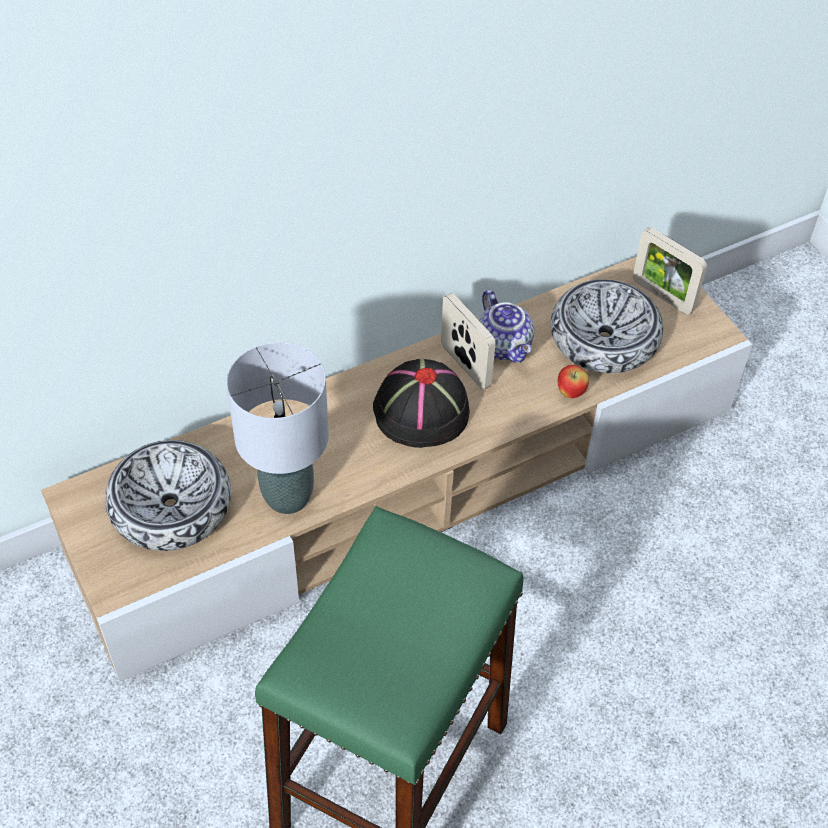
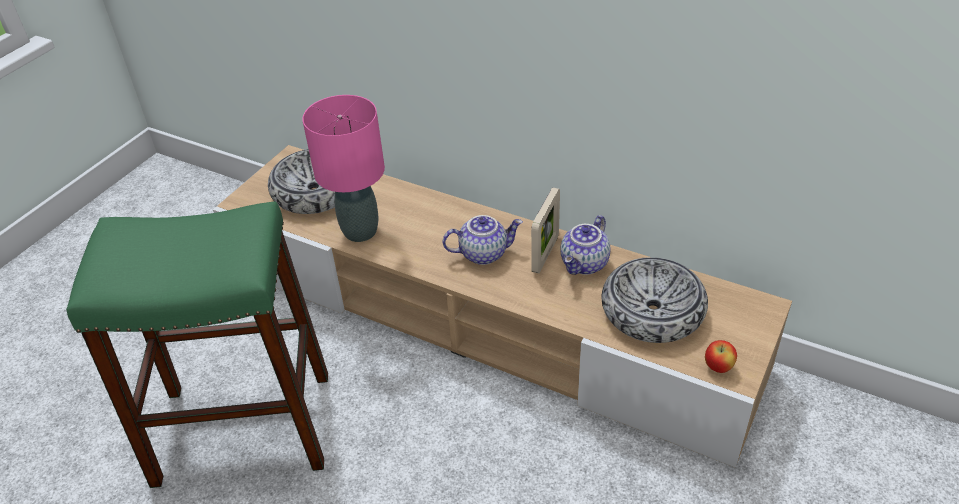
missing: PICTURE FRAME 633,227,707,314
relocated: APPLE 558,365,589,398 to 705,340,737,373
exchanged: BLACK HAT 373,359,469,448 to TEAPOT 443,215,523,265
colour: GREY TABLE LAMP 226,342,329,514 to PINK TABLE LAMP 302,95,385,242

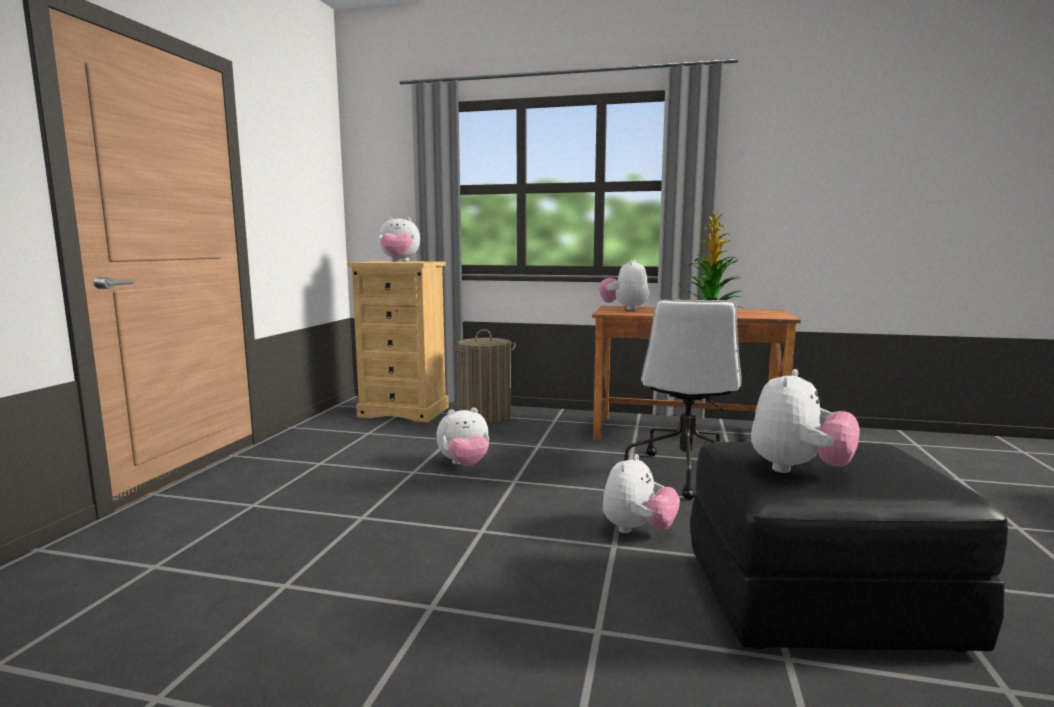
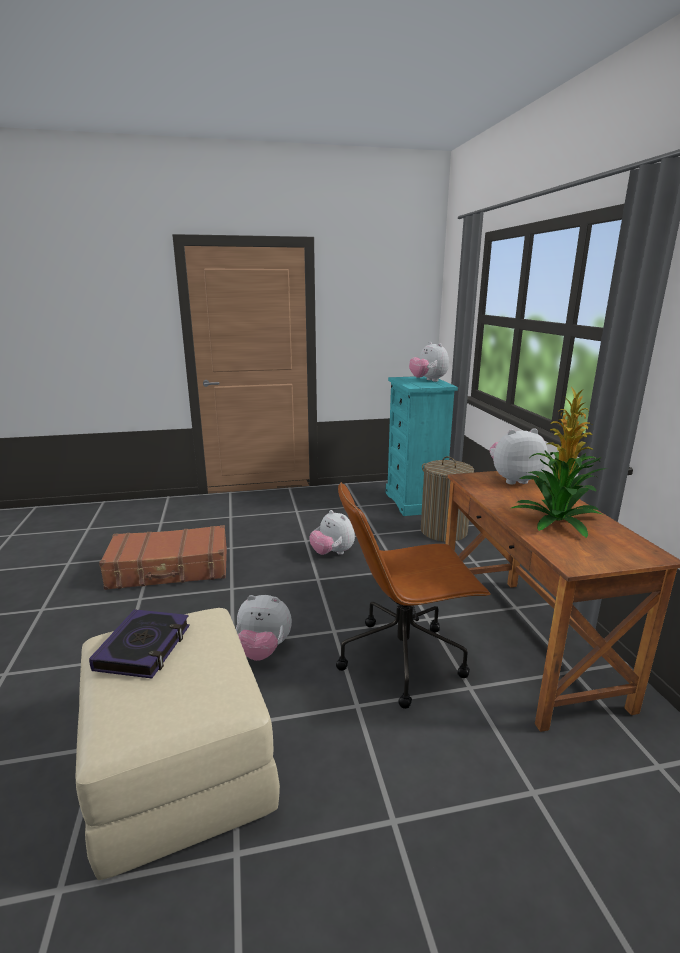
appeared: BROWN SUITCASE 99,525,227,590
exchanged: PLUSH TOY 751,369,860,473 to BOOK 89,609,190,678
colour: BEIGE DRESSER 347,261,449,422 to TURQUOISE DRESSER 385,376,458,516; WHITE OFFICE CHAIR 625,299,742,500 to BROWN OFFICE CHAIR 336,482,491,709; BLACK OTTOMAN 690,442,1008,652 to BEIGE OTTOMAN 76,608,280,880

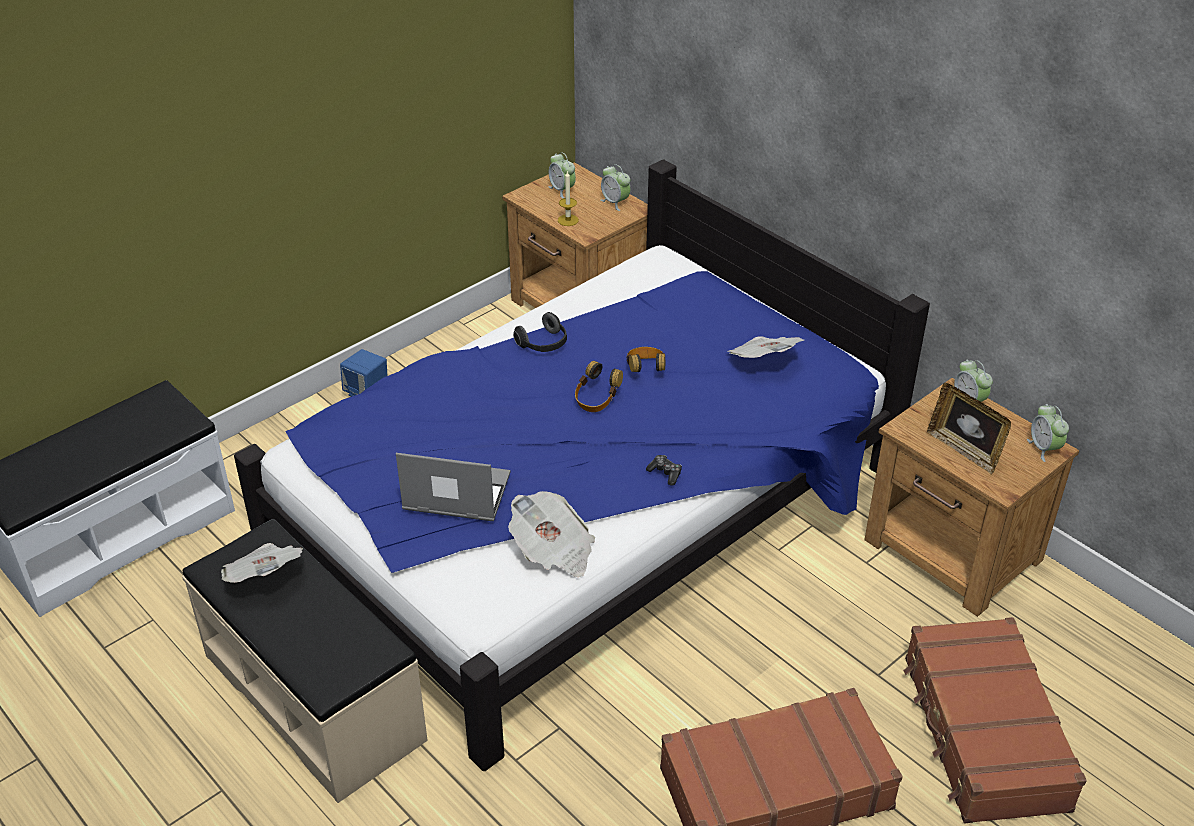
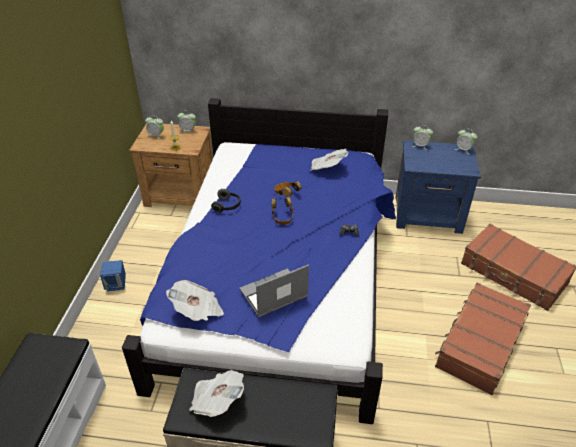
missing: PICTURE FRAME 927,383,1011,475
relocated: NEWSPAPER 508,491,595,577 to 166,280,224,321
colour: BROWN NIGHTSTAND 864,378,1079,617 to BLUE NIGHTSTAND 396,140,481,234

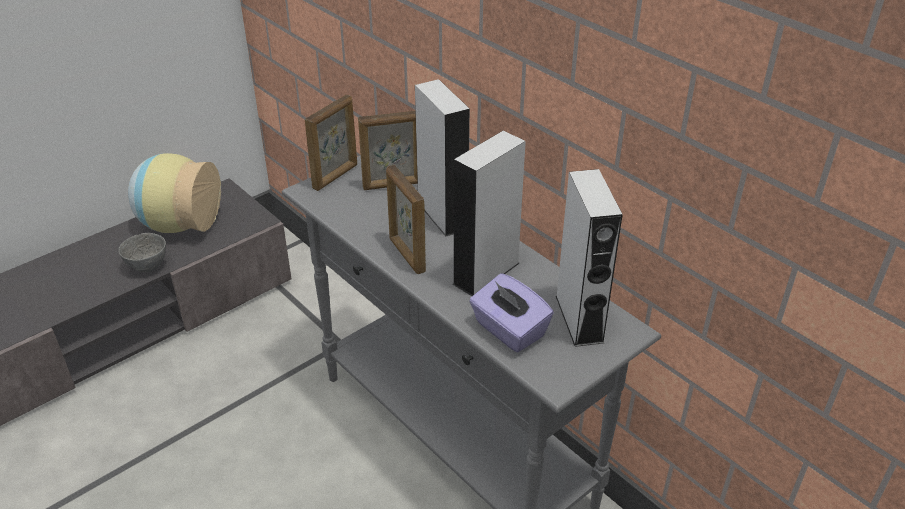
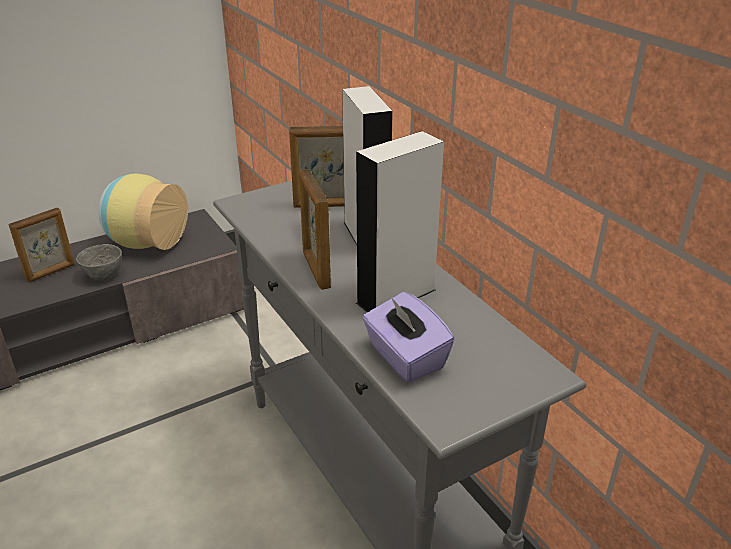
missing: GREY SPEAKER 556,169,623,347
relocated: PICTURE FRAME 305,95,357,191 to 9,208,75,283

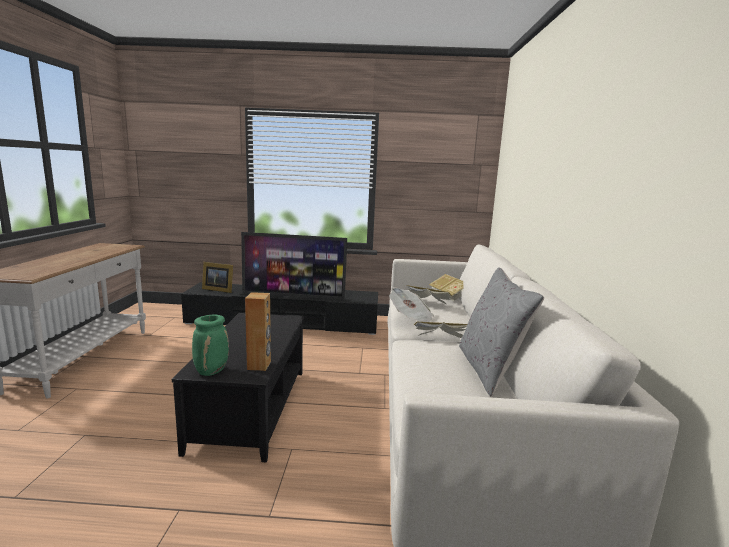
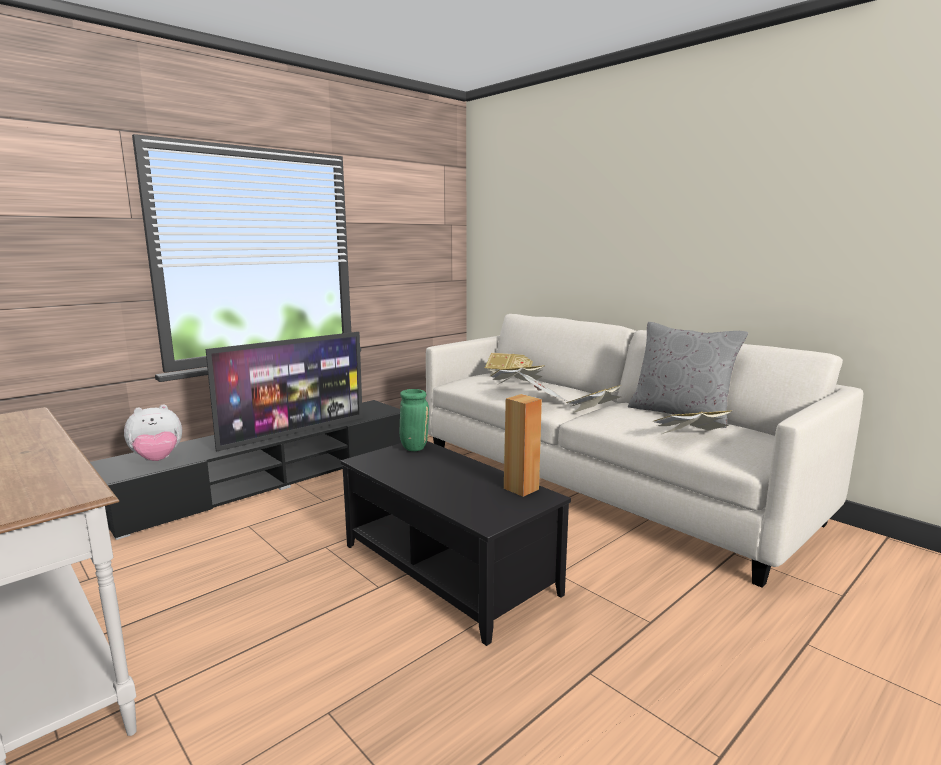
appeared: BOOK 652,411,731,434
relocated: GREEN VASE 192,314,229,376 to 400,389,429,451
exchanged: PICTURE FRAME 202,262,233,293 to PLUSH TOY 124,404,182,461

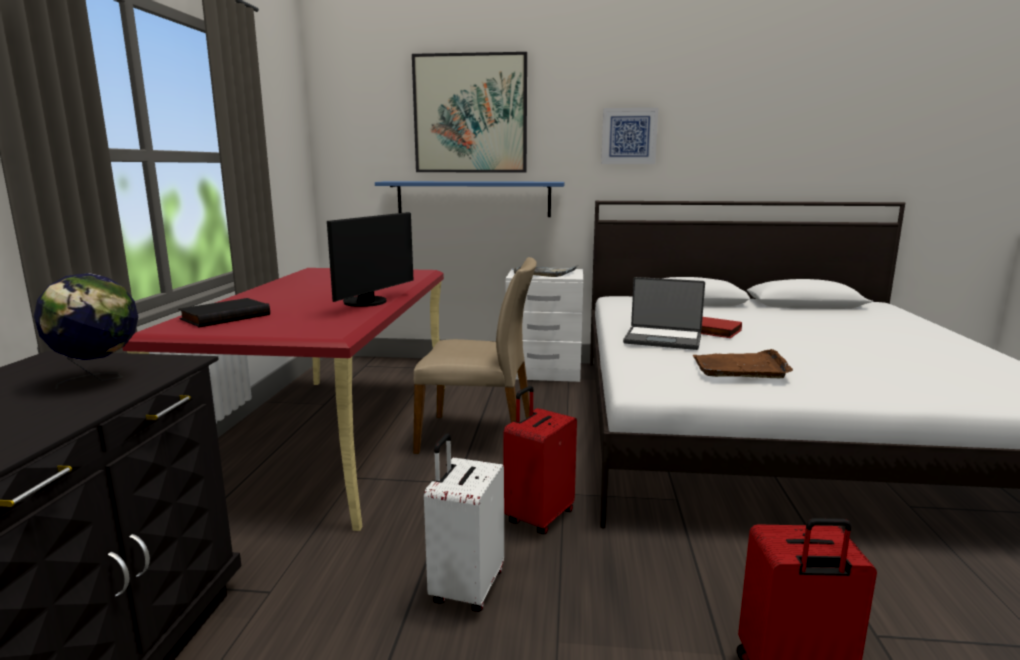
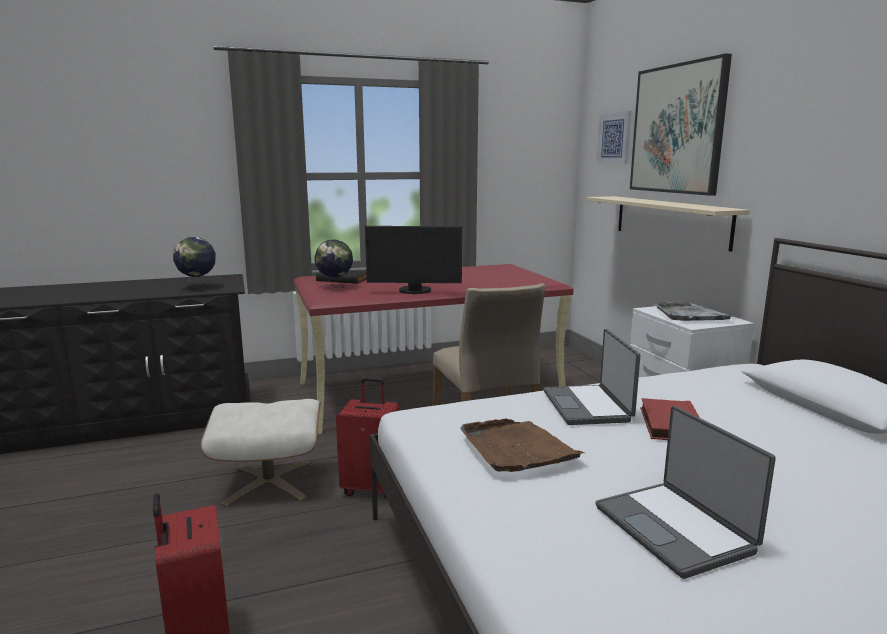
appeared: GLOBE 315,239,353,288; LAPTOP 595,406,776,579
relocated: PICTURE 601,108,658,164 to 596,111,632,164
exchanged: WHITE SUITCASE 424,434,504,612 to BEIGE OTTOMAN 200,399,321,507
colour: BLUE SHELF 375,181,564,217 to BEIGE SHELF 586,196,750,252

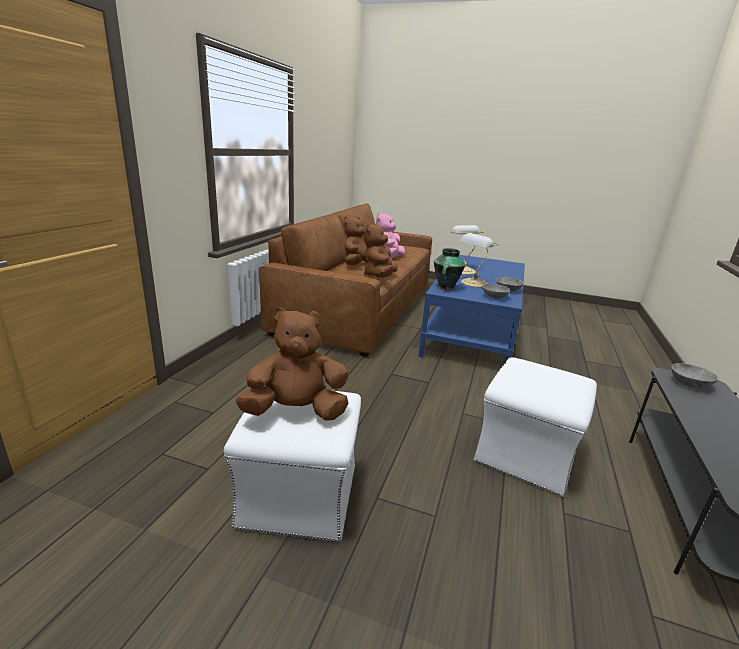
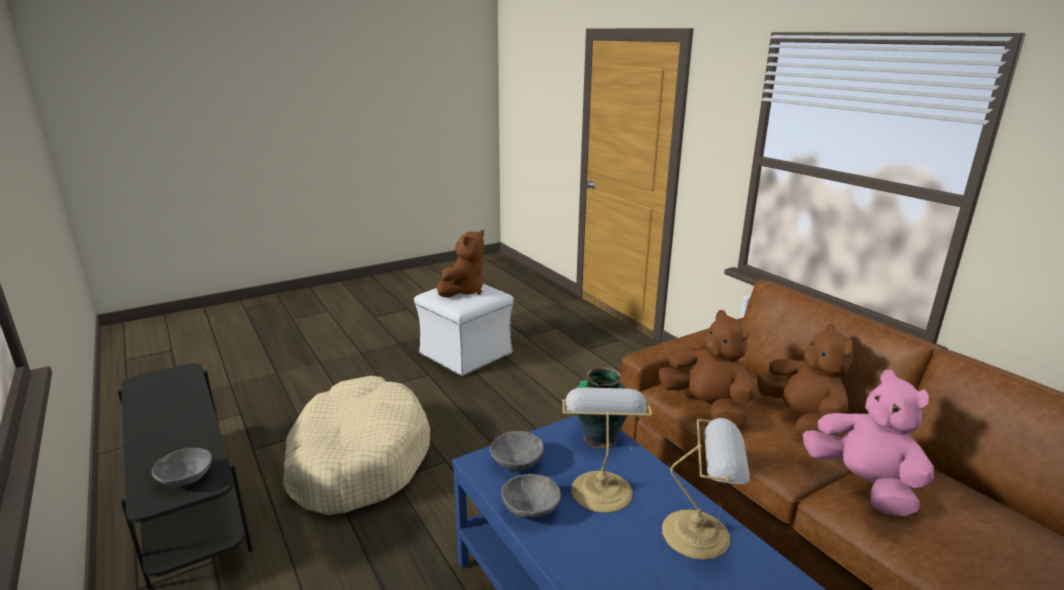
exchanged: WHITE OTTOMAN 473,357,597,497 to BEIGE DOG BED 283,376,430,515

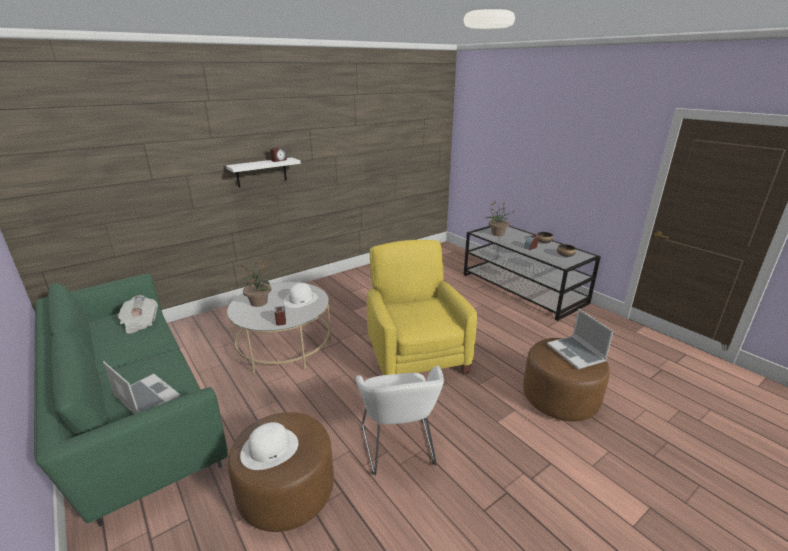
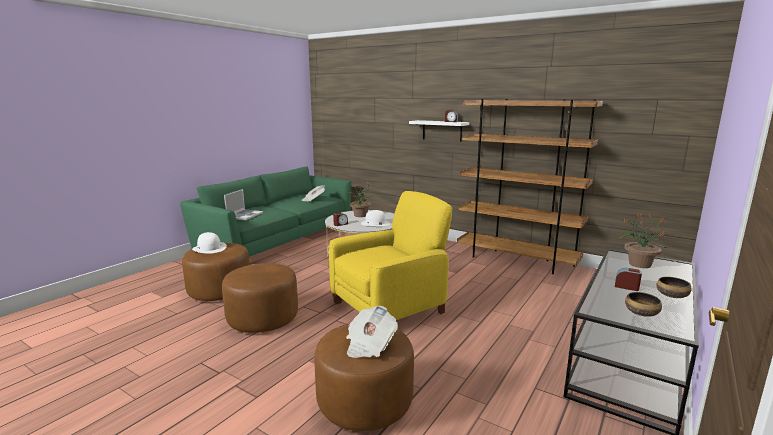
appeared: BROWN BOOKCASE 457,99,603,274
exchanged: WHITE ARMCHAIR 356,366,444,475 to BROWN OTTOMAN 222,263,298,333; LAPTOP 547,309,613,369 to NEWSPAPER 346,306,398,358

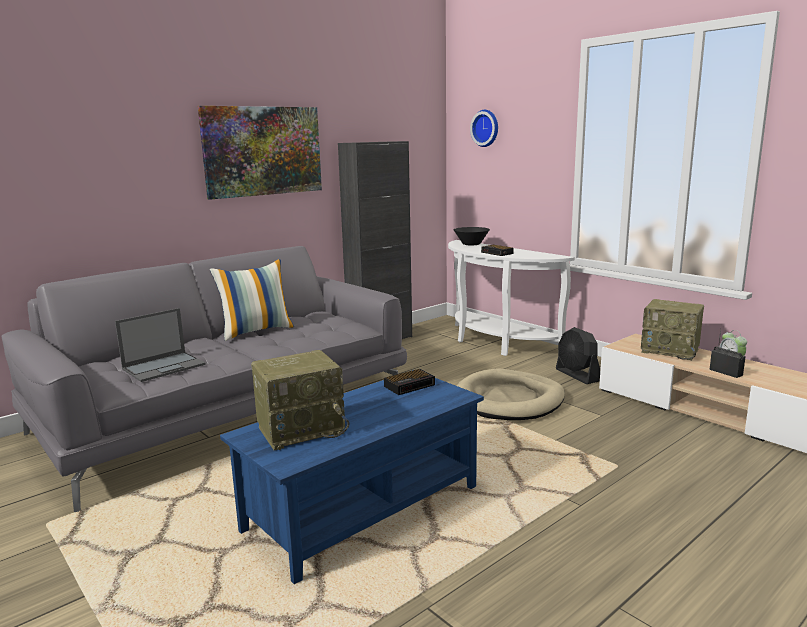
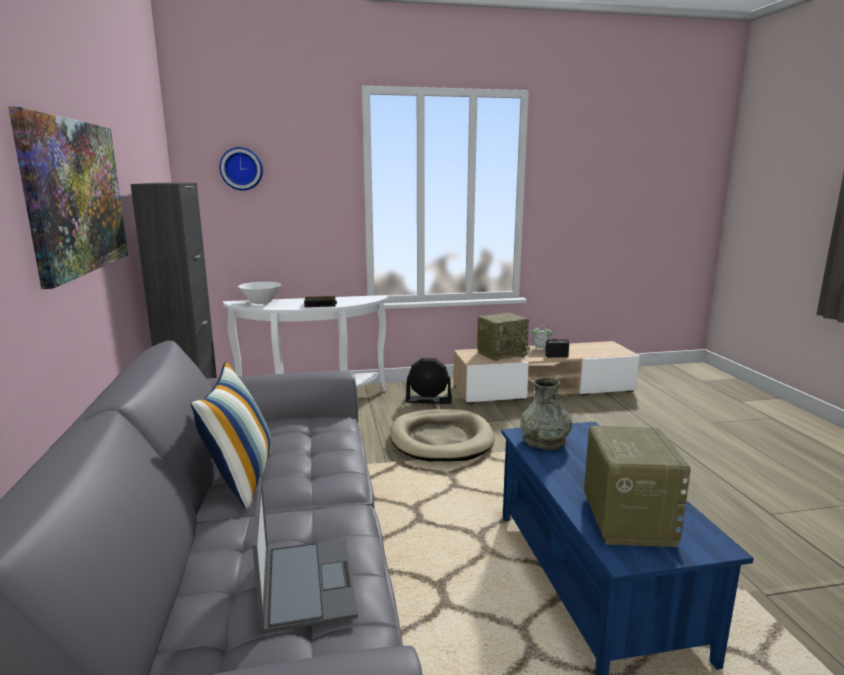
exchanged: ALARM CLOCK 384,369,435,395 to GREY VASE 521,377,572,450
colour: BLACK BOWL 454,227,490,246 to WHITE BOWL 238,282,281,304

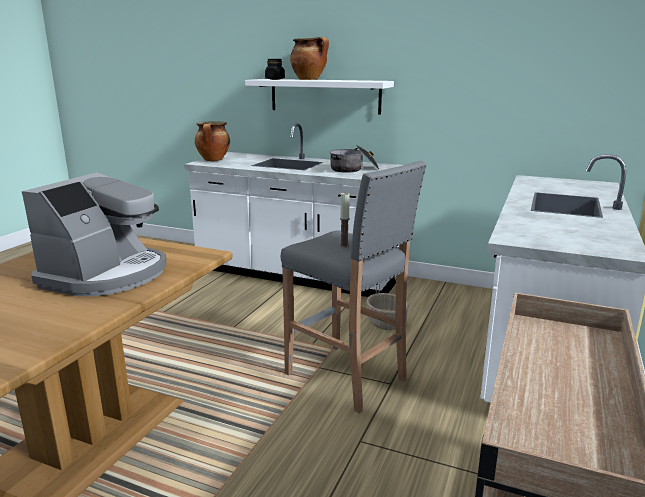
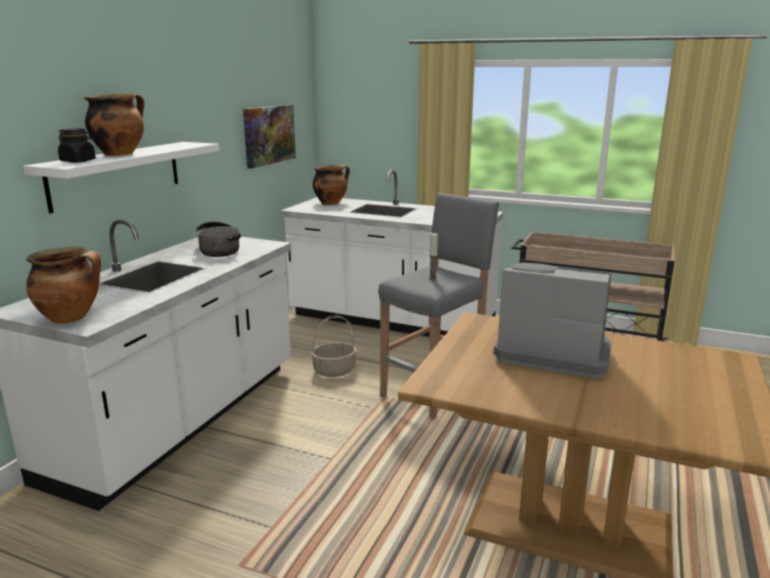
appeared: PICTURE 243,105,296,169; COOKING POT 312,165,350,205

